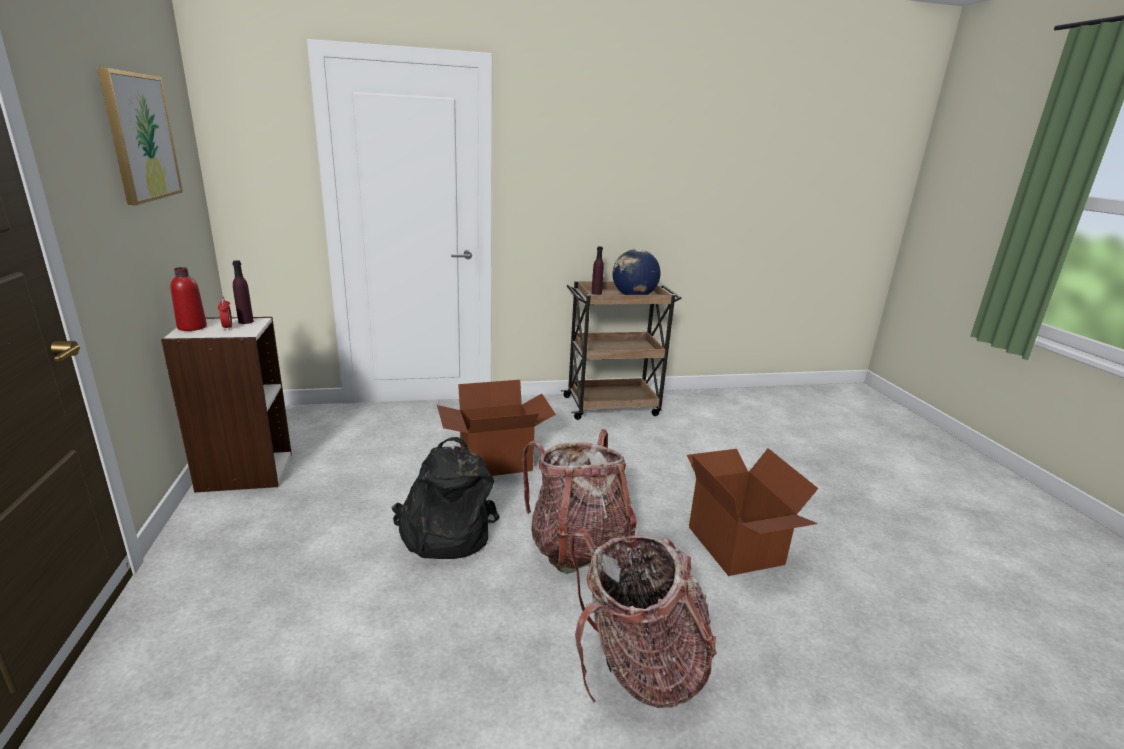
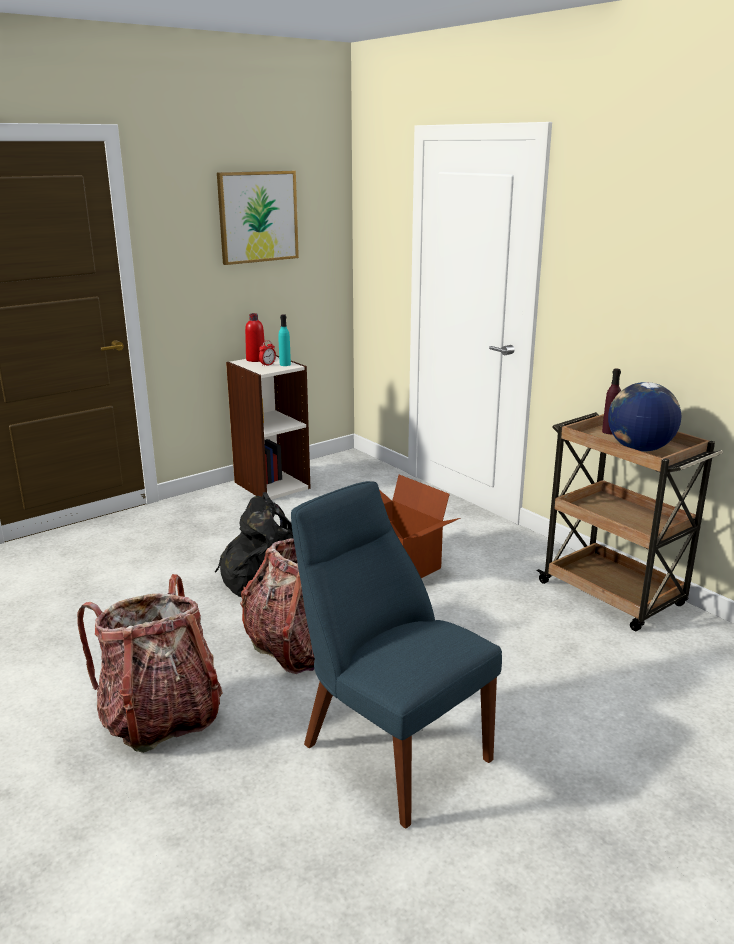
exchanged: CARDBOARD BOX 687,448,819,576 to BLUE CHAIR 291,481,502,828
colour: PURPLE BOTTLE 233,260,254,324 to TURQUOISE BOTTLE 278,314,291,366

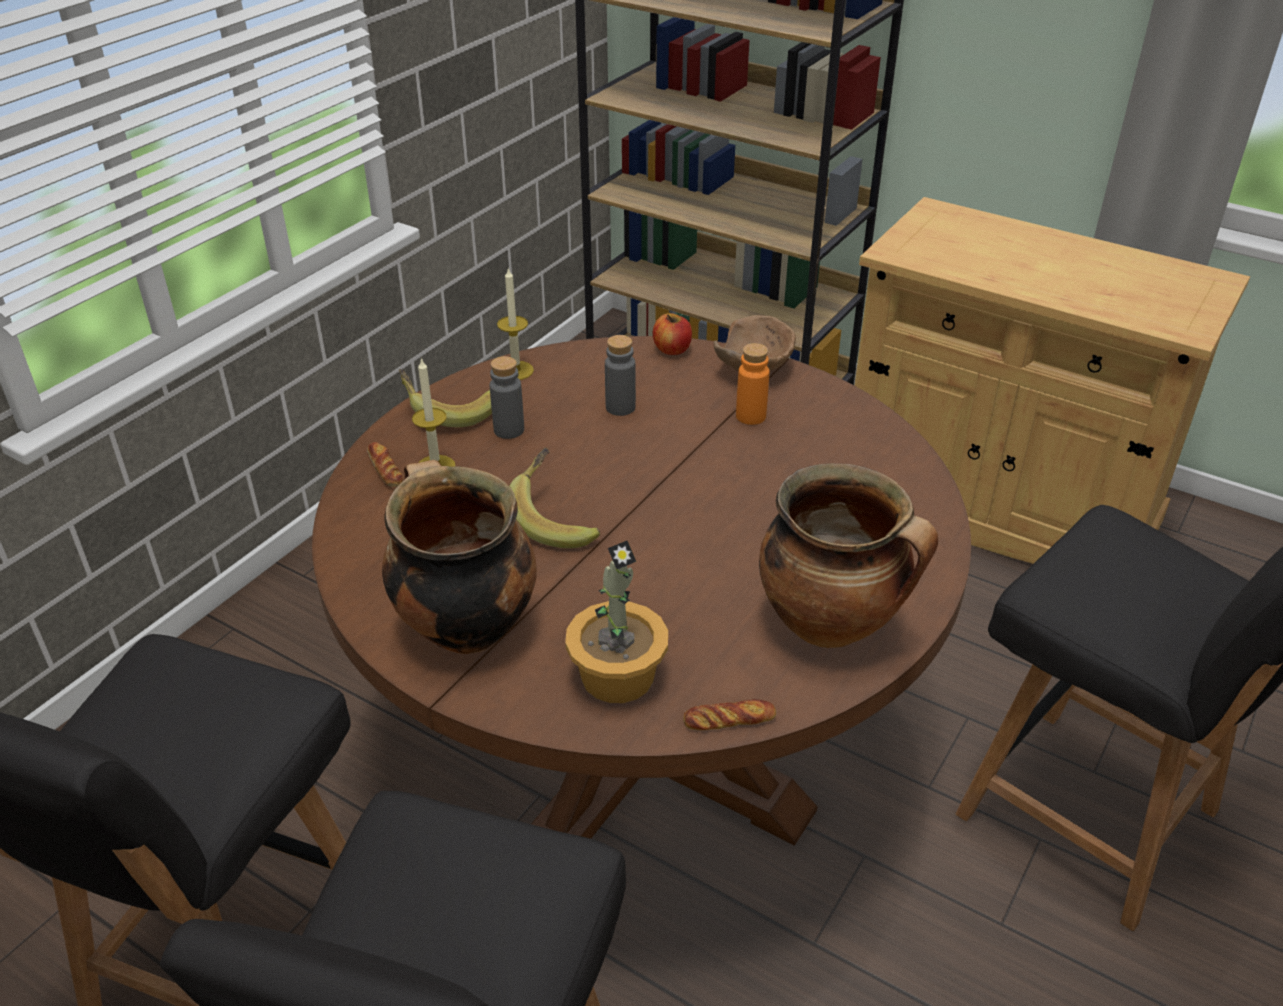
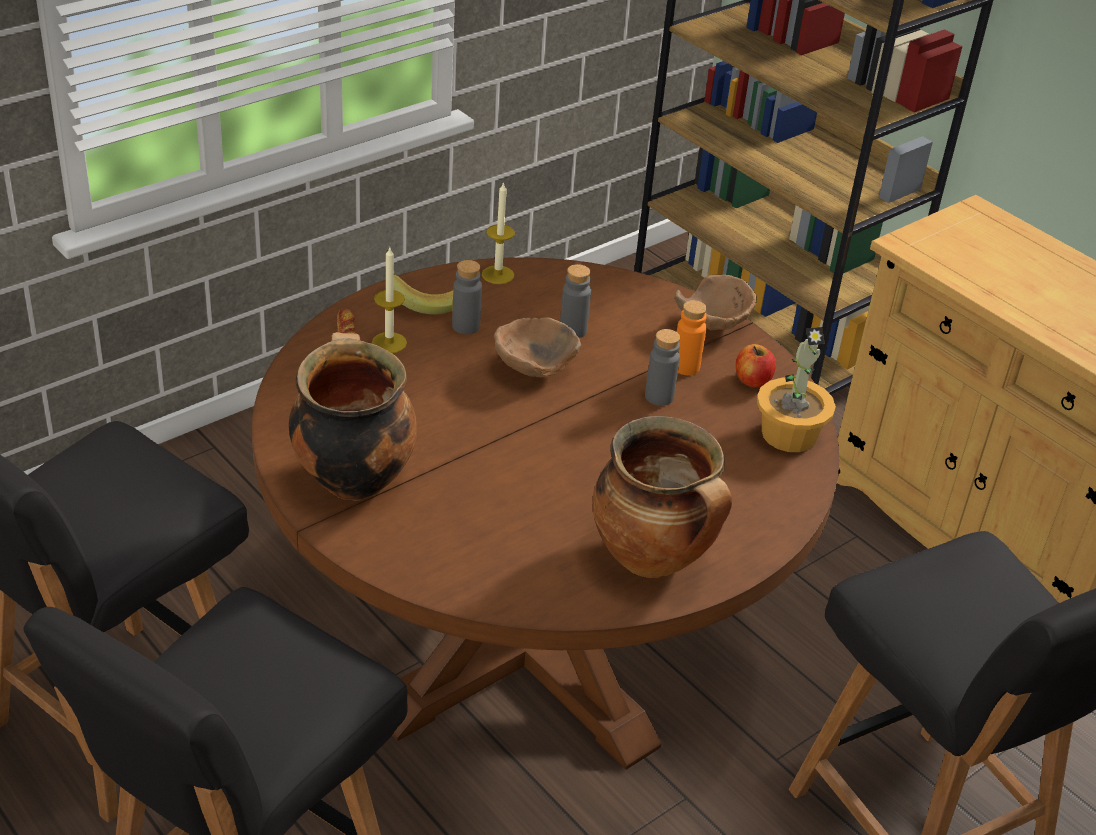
missing: BANANA 510,448,600,548; BREAD 683,699,776,730
appeared: BROWN BOWL 494,317,581,377; GREY BOTTLE 645,329,680,406
relocated: POTTED PLANT 565,540,668,703 to 757,327,836,452; APPLE 653,313,692,355 to 736,344,776,387

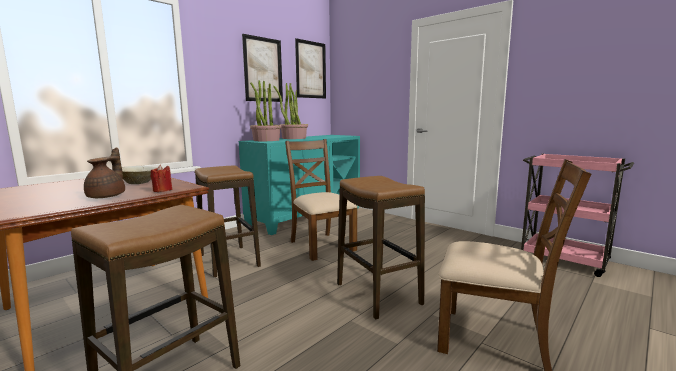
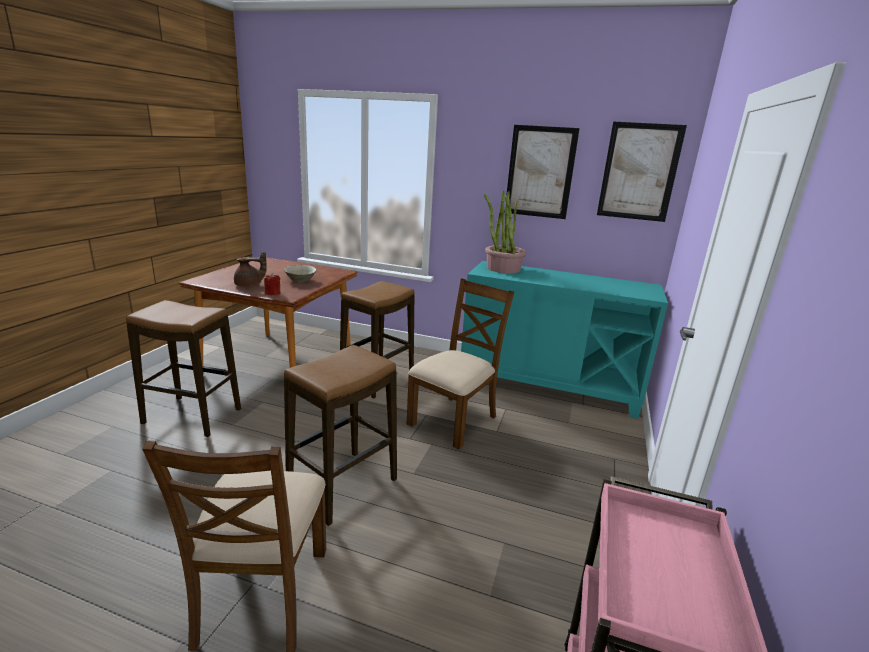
missing: POTTED PLANT 273,83,308,139

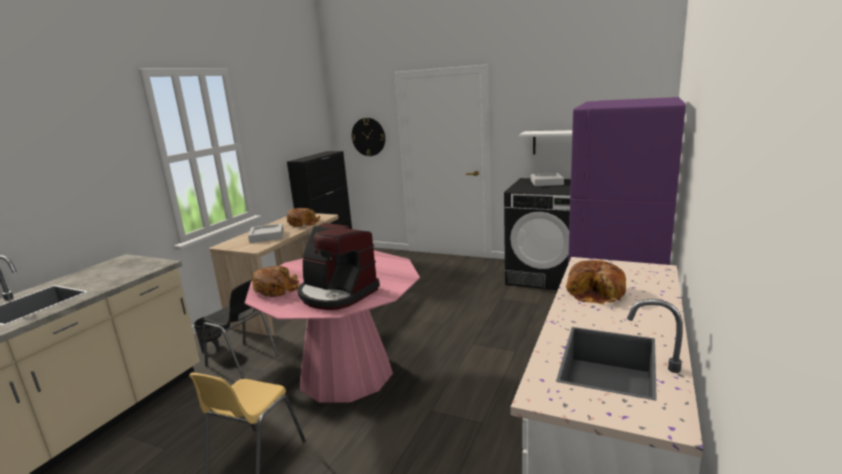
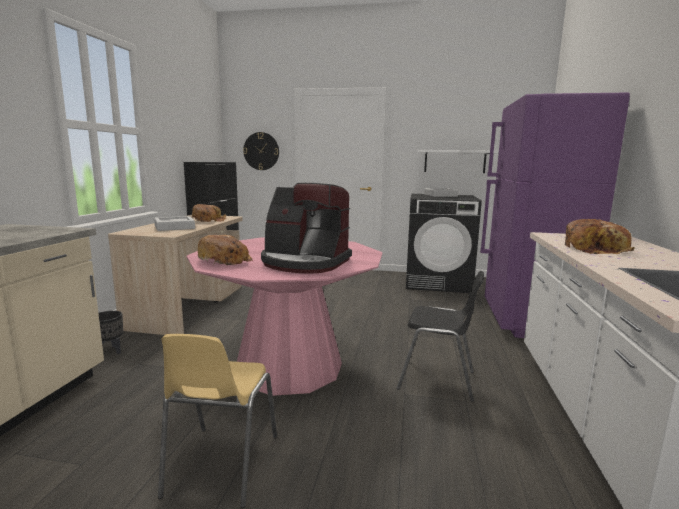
relocated: BLACK CHAIR 203,280,279,379 to 397,271,484,402

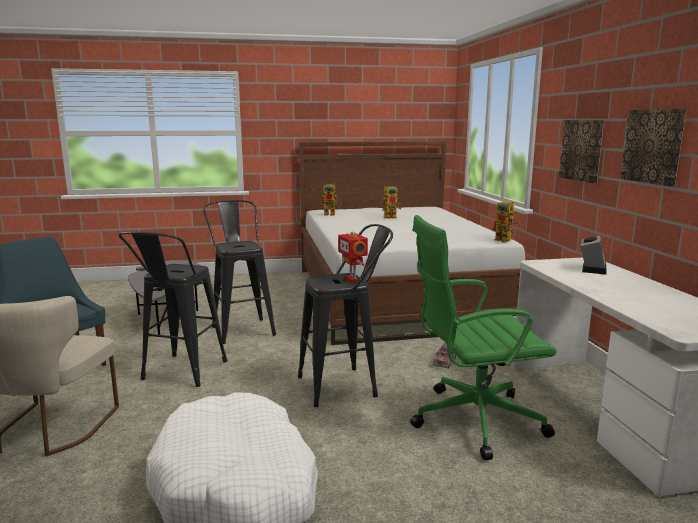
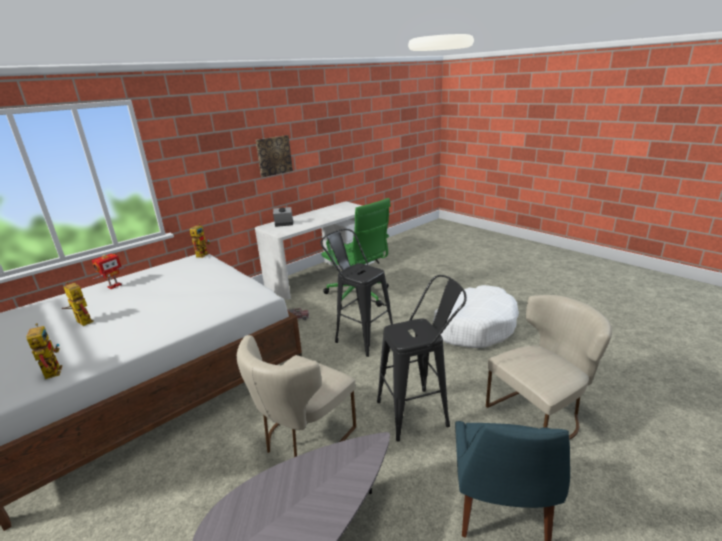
missing: PICTURE 559,120,604,183
relocated: TOY ROBOT 338,231,368,282 to 92,254,126,289
exchanged: BLACK STOOL 203,200,276,344 to BEIGE CHAIR 237,335,356,457

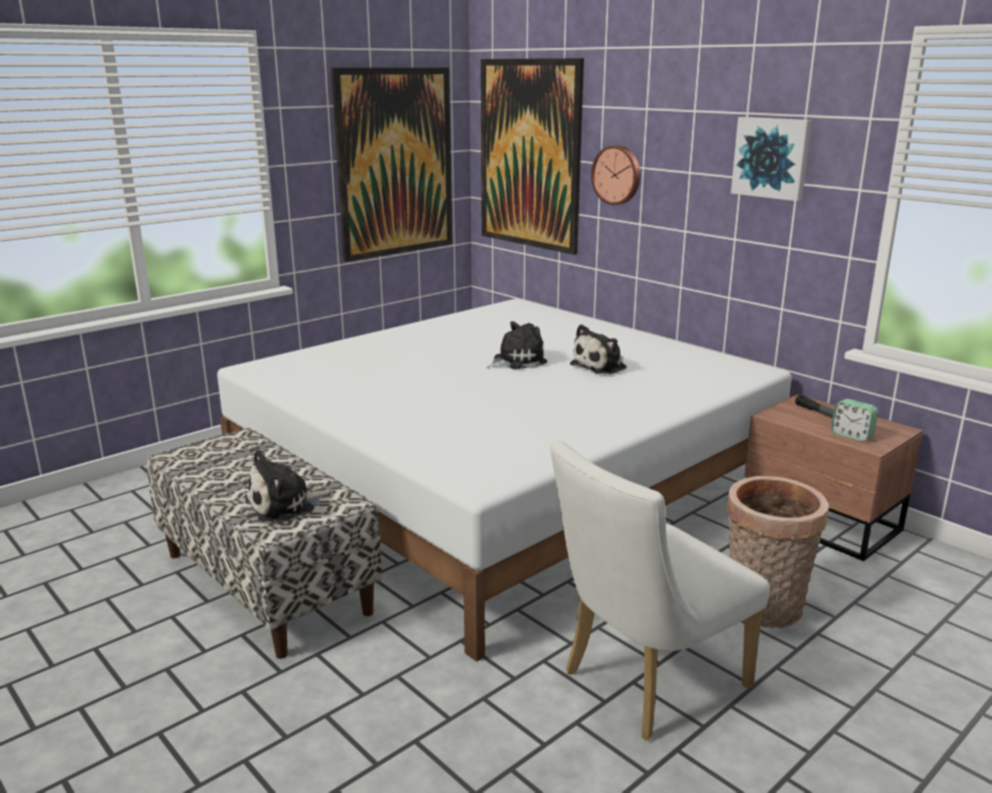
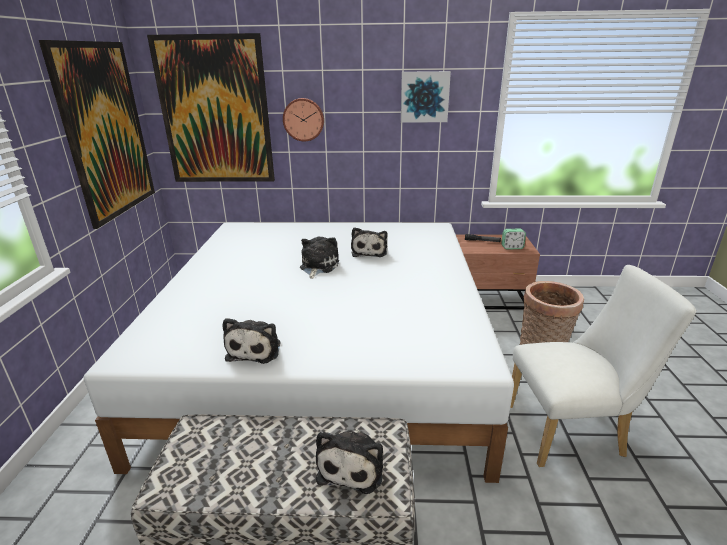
appeared: PLUSH TOY 223,318,280,364
spun: WHITE CHAIR 550,439,770,741 = 510,265,696,467 105 degrees counterclockwise

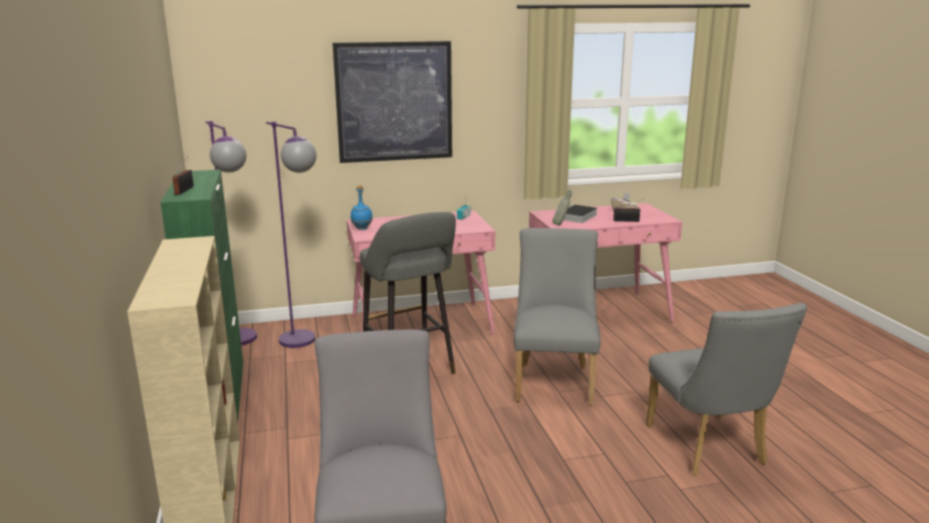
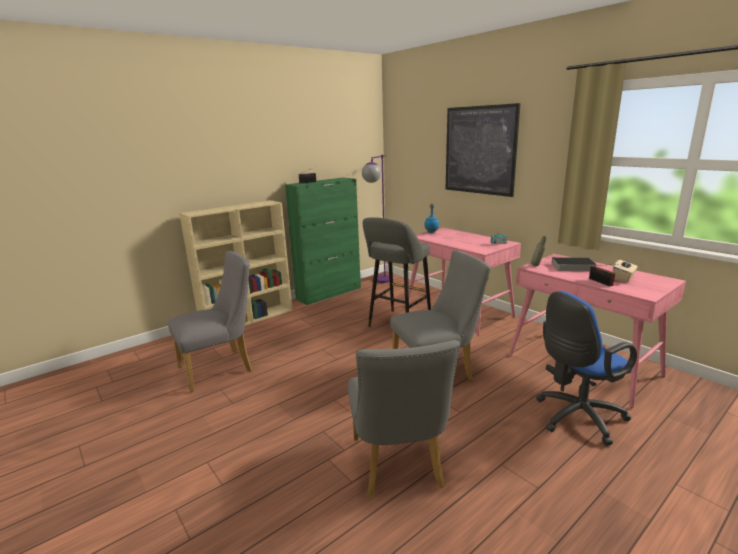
missing: PURPLE FLOOR LAMP 266,121,317,348
appeared: BLUE OFFICE CHAIR 536,291,637,446
spun: GREY CHAIR 646,303,807,475 = 348,340,460,499 60 degrees counterclockwise

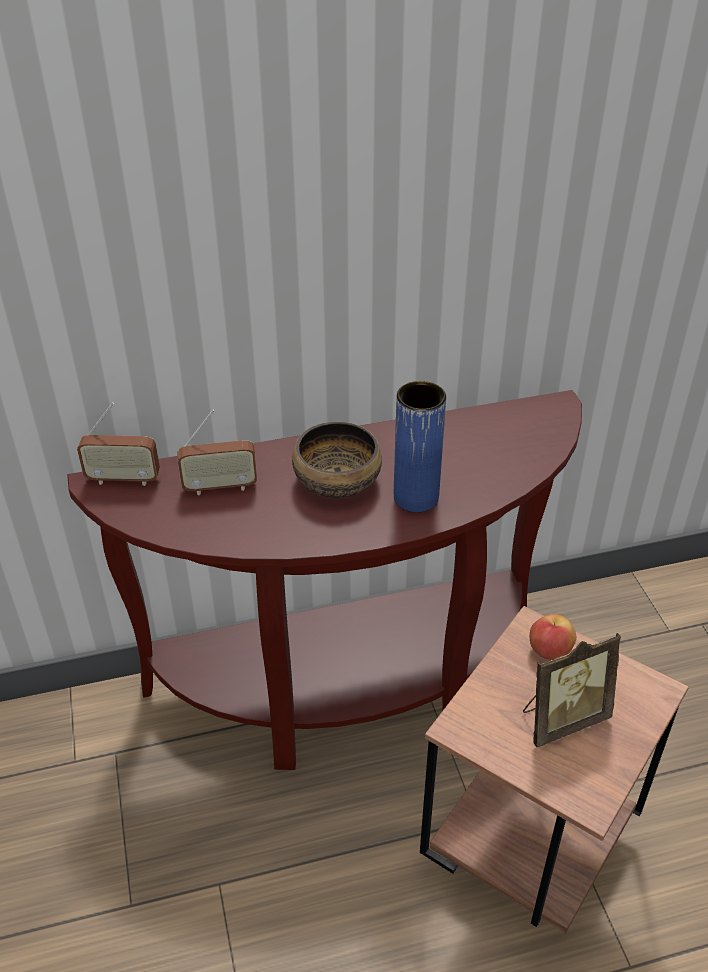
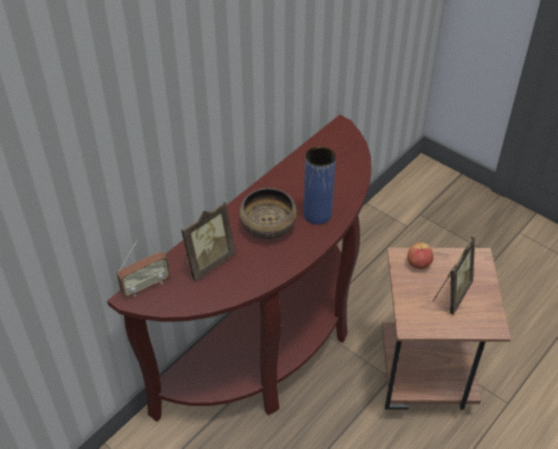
exchanged: RADIO 177,409,257,495 to PICTURE FRAME 181,202,236,281

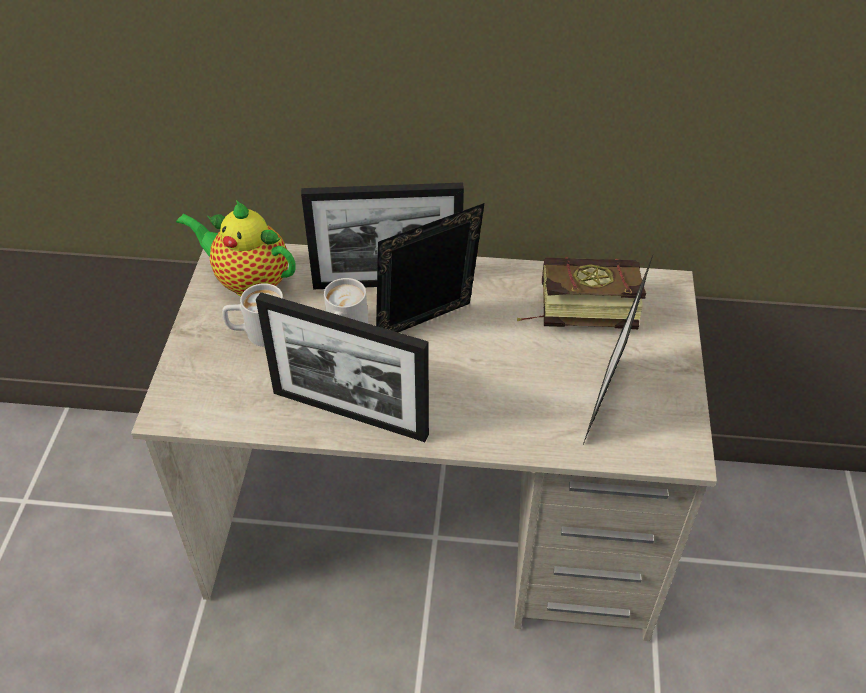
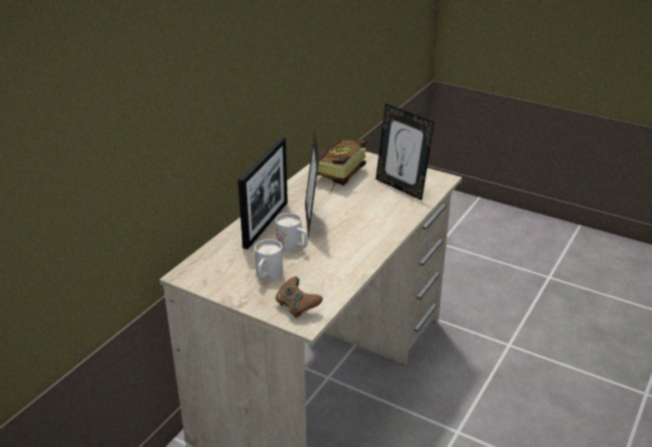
missing: TEAPOT 176,200,296,296; PICTURE FRAME 256,292,429,442
appeared: BROWN GAME CONTROLLER 275,277,323,318

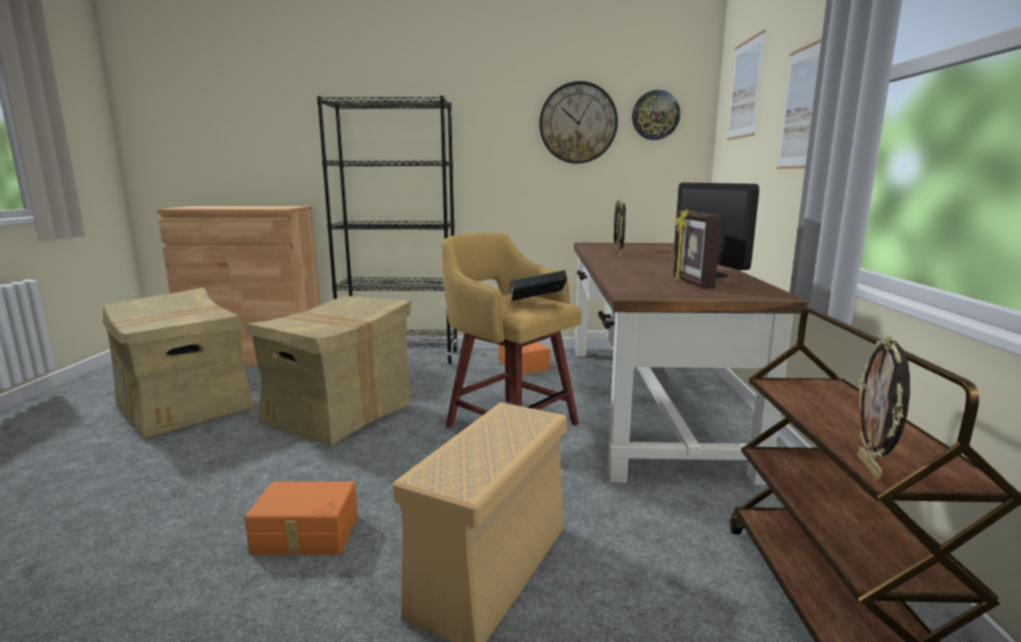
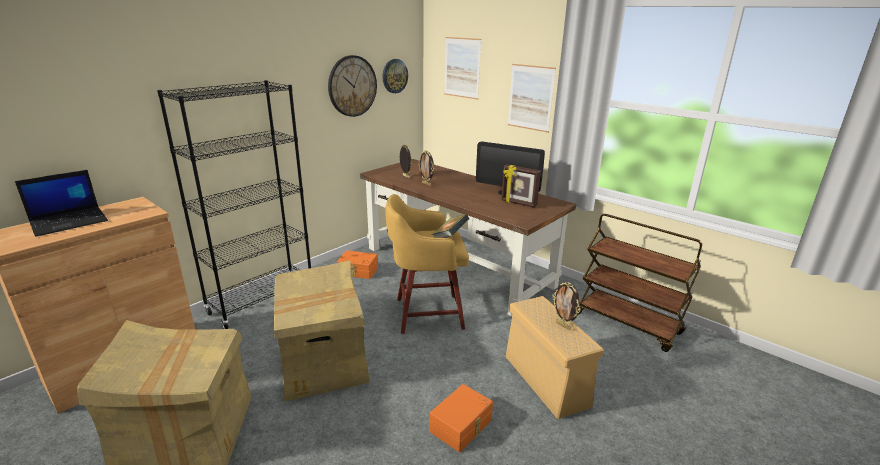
appeared: LAPTOP 15,170,108,237
relocated: PICTURE FRAME 857,335,910,479 to 553,282,580,330

